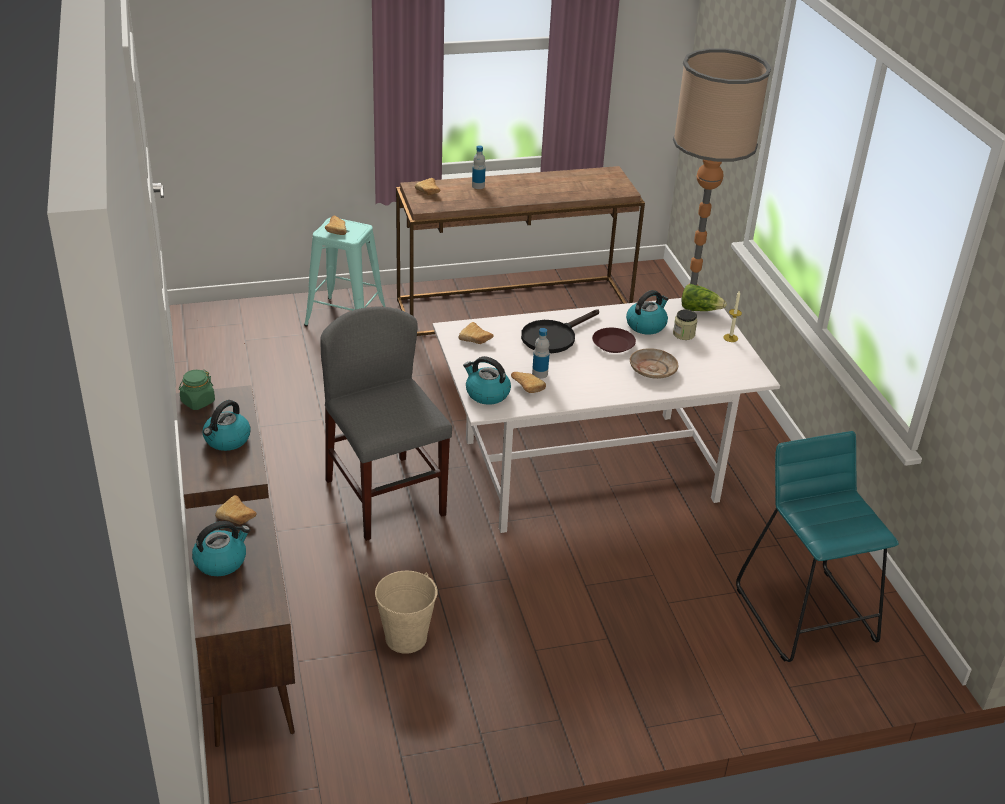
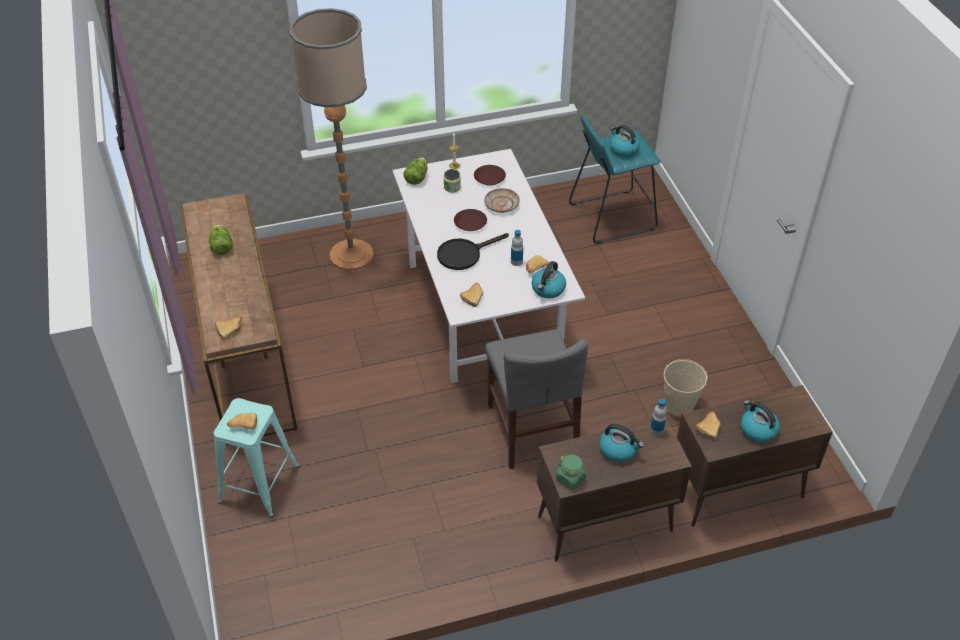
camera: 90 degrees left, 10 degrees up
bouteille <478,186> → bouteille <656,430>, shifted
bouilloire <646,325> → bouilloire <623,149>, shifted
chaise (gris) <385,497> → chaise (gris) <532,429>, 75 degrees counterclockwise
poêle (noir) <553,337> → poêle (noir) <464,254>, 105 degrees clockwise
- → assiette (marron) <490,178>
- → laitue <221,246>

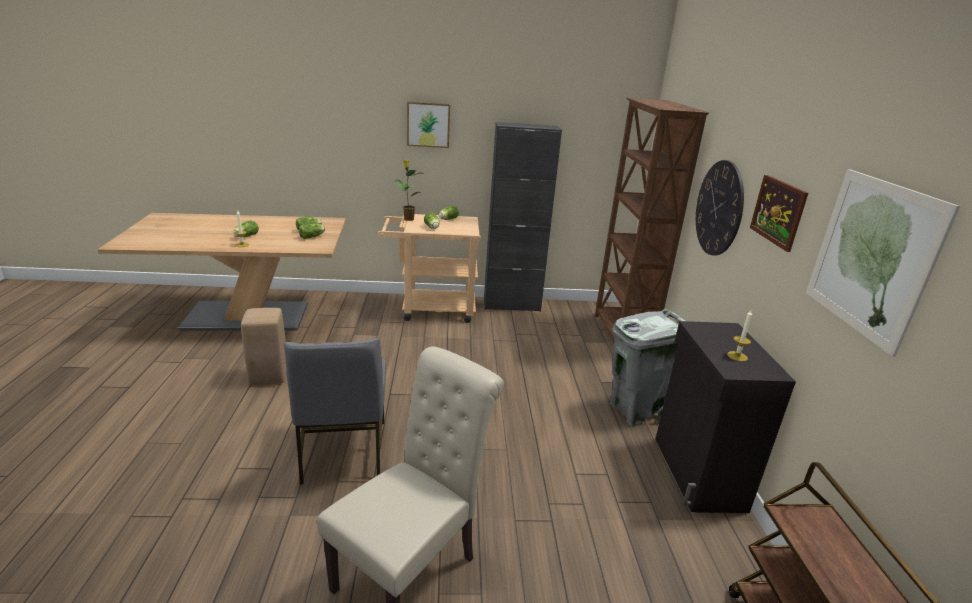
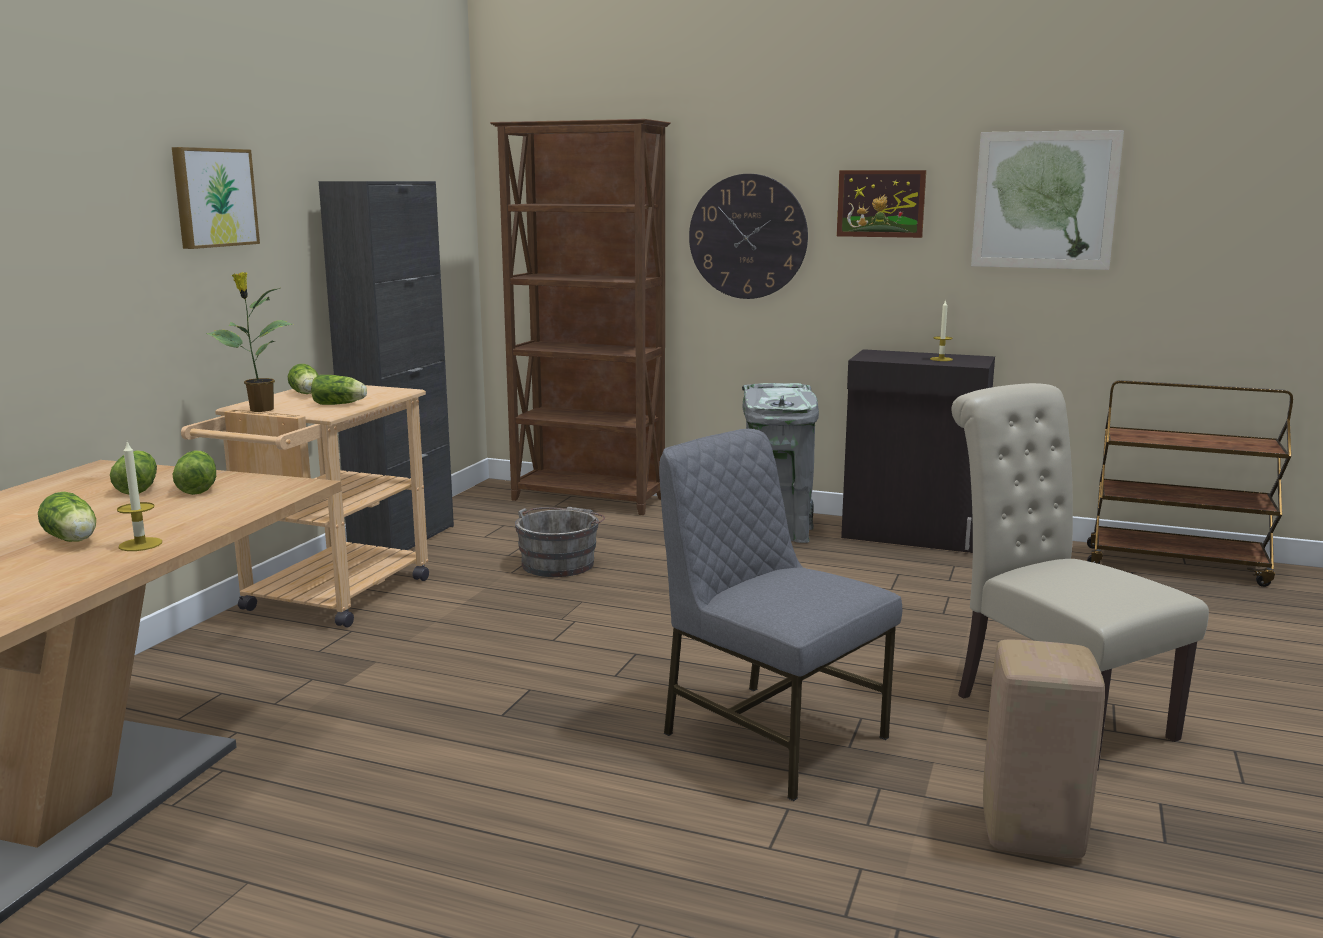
camera: 65 degrees left, 10 degrees down
tabouret (beige) <268,377> → tabouret (beige) <1033,834>, shifted
chaise (gris) <342,452> → chaise (gris) <770,735>, 150 degrees counterclockwise
- → seau (gris) <560,563>

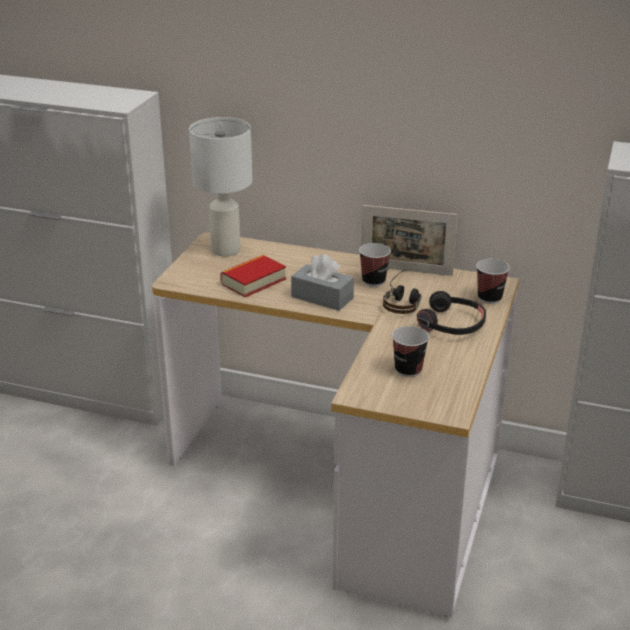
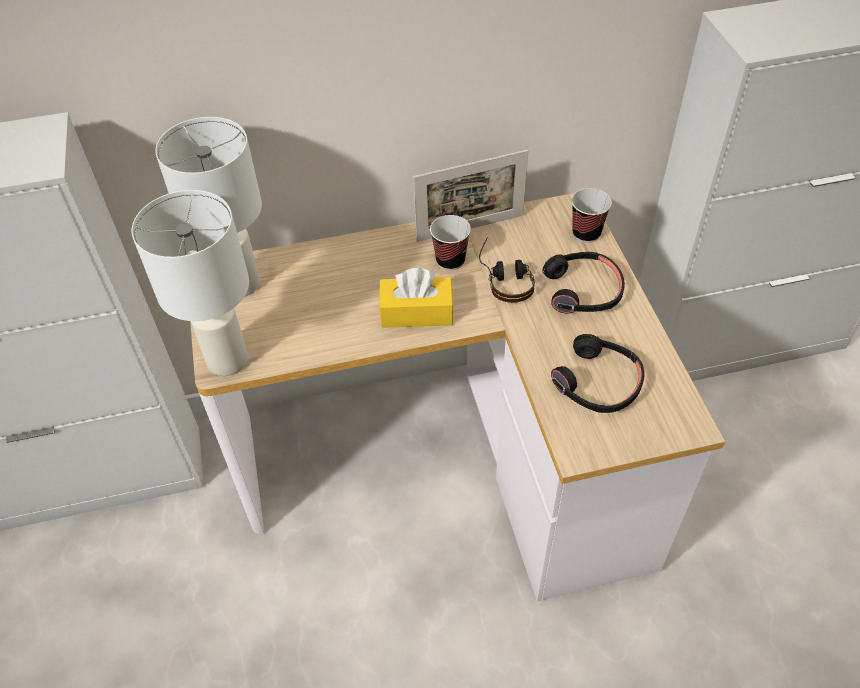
camera: 30 degrees left, 20 degrees up
boîte à mouchoirs (gris) <322,297> → boîte à mouchoirs (jaune) <416,312>
livre <253,281> → -
tasse <408,370> → casque audio (noir) <598,383>
- → lampe de table (blanc) <226,359>

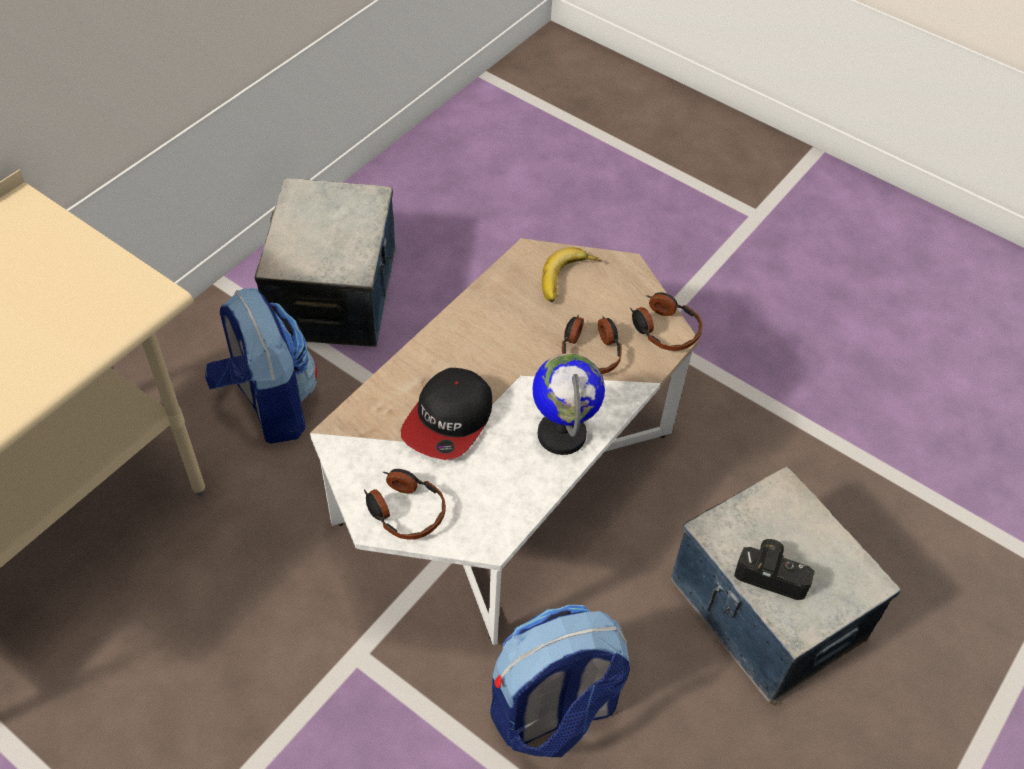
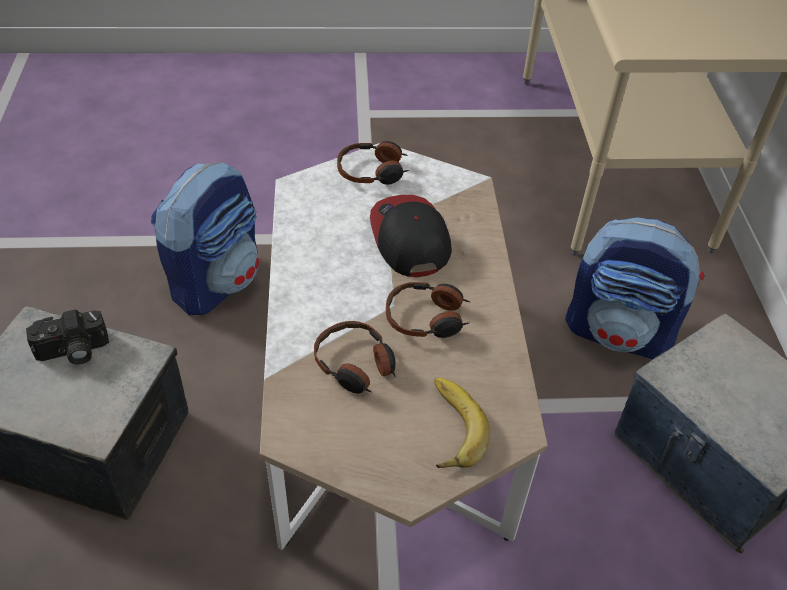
camera: 140 degrees right, 5 degrees down
casque audio <664,329> → casque audio <427,318>, shifted
globe <562,434> → -

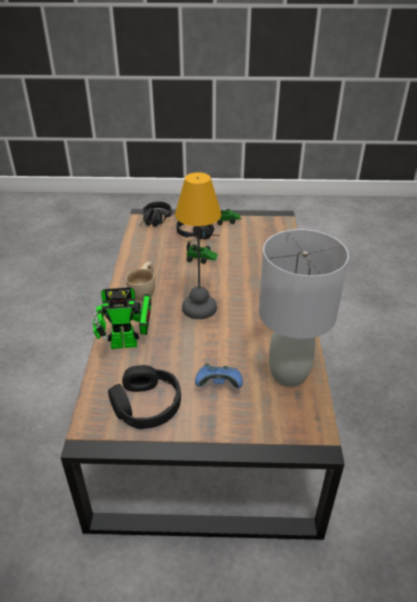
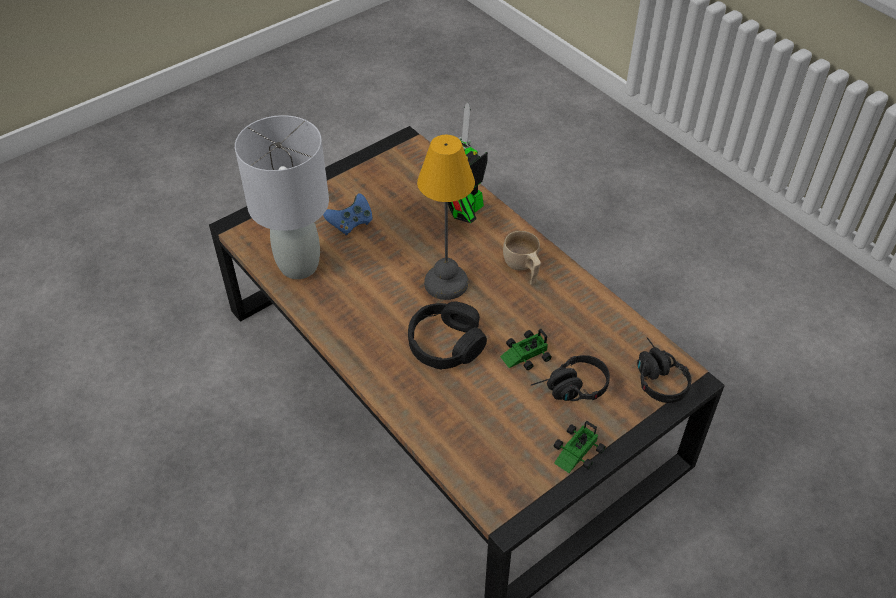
camera: 140 degrees right, 10 degrees up
casque audio (noir) <146,405> → casque audio (noir) <446,344>, shifted

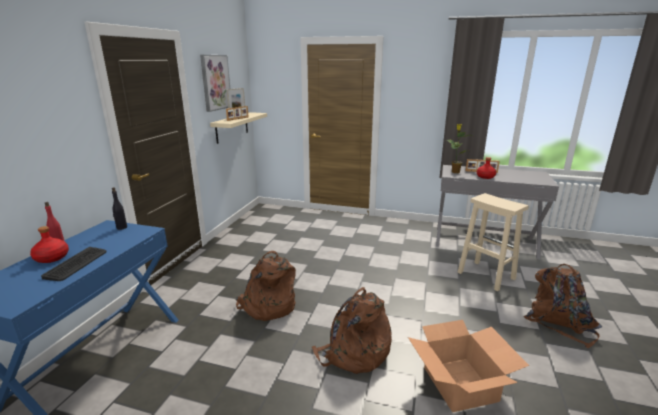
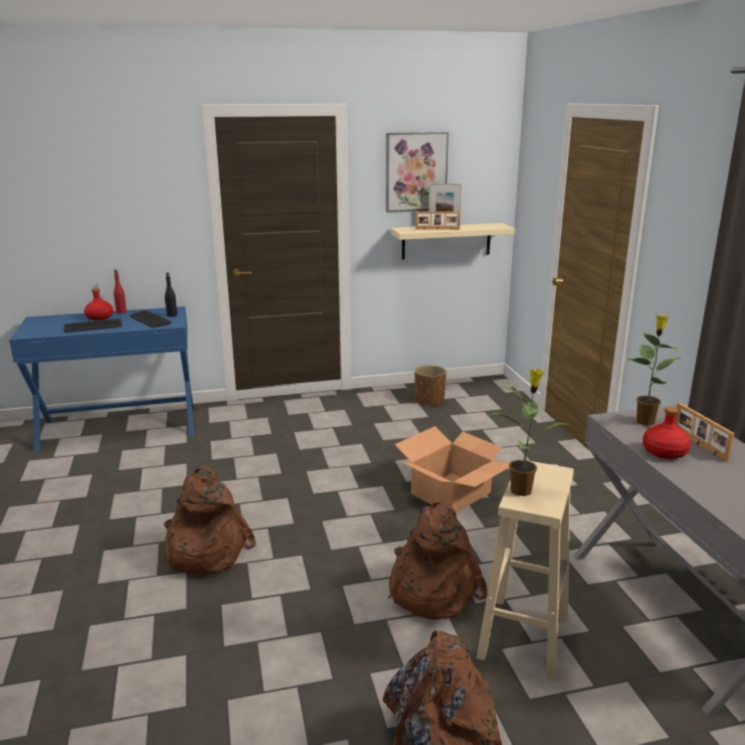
camera: 60 degrees right, 0 degrees up
sac à dos (marron) <268,306> → sac à dos (marron) <431,590>, shifted
carton <460,383> → carton <451,493>, shifted
- → clavier <149,320>
- → cache-pot (marron) <429,400>
- → plante en pot <522,490>

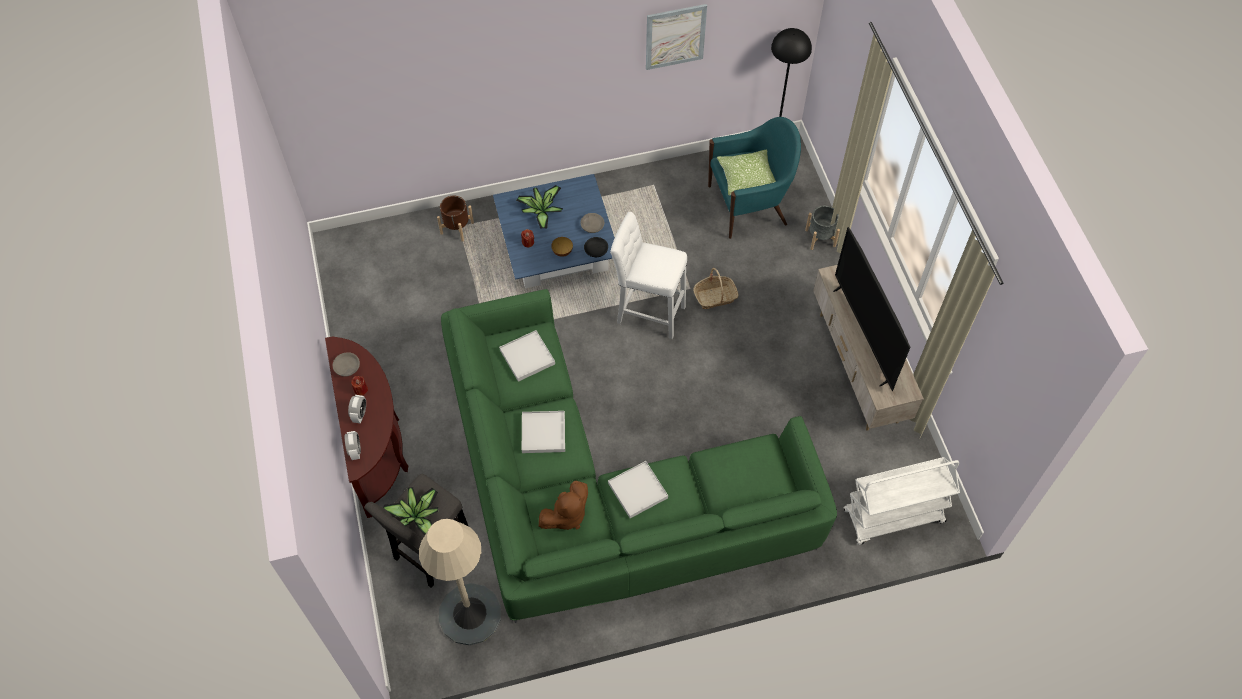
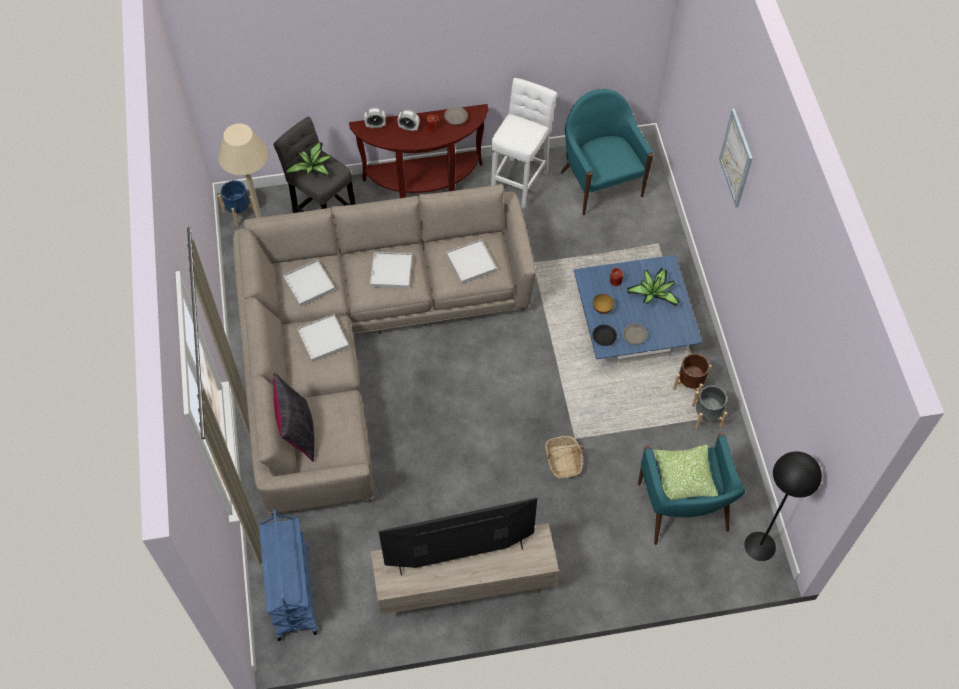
camera: 95 degrees right, 0 degrees up
tableau <675,36> → tableau <736,158>, shifted
cache-pot (marron) <457,228> → cache-pot (marron) <690,384>, shifted
cache-pot (gris) <820,238> → cache-pot (gris) <706,415>, shifted
tabouret (blanc) <647,312> → tabouret (blanc) <520,180>, shifted
canapé (vert) <602,492> → canapé (beige) <359,344>
chariot (blanc) <893,517> → chariot (bleu) <292,591>
peluche (marron) <566,516> → plateau (blanc) <309,284>
- → fauteuil (turquoise) <601,183>
- → cache-pot (bleu) <239,212>
- → coussin (noir) <298,431>

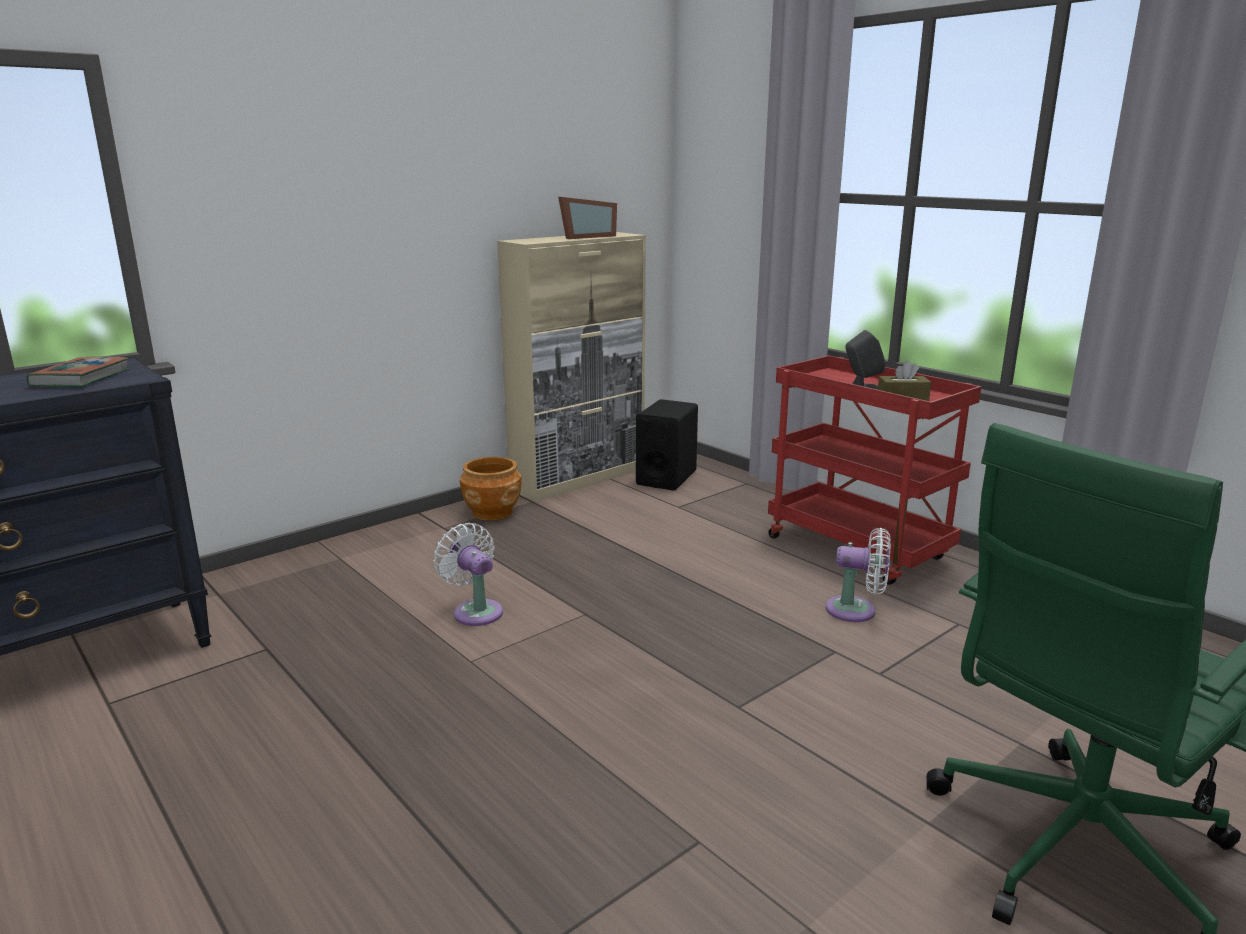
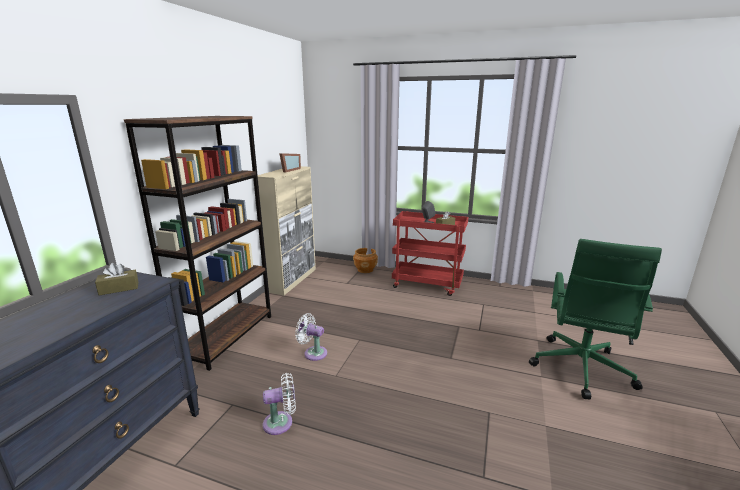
camera: 30 degrees left, 0 degrees up
livre <81,378> → boîte à mouchoirs (marron) <119,288>
enceinte (noir) <666,478> → -
cache-pot (marron) <493,512> → cache-pot (marron) <365,269>, shifted
ventilateur (blanc) <856,610> → ventilateur (blanc) <281,422>, shifted
- → bibliothèque (marron) <227,336>

